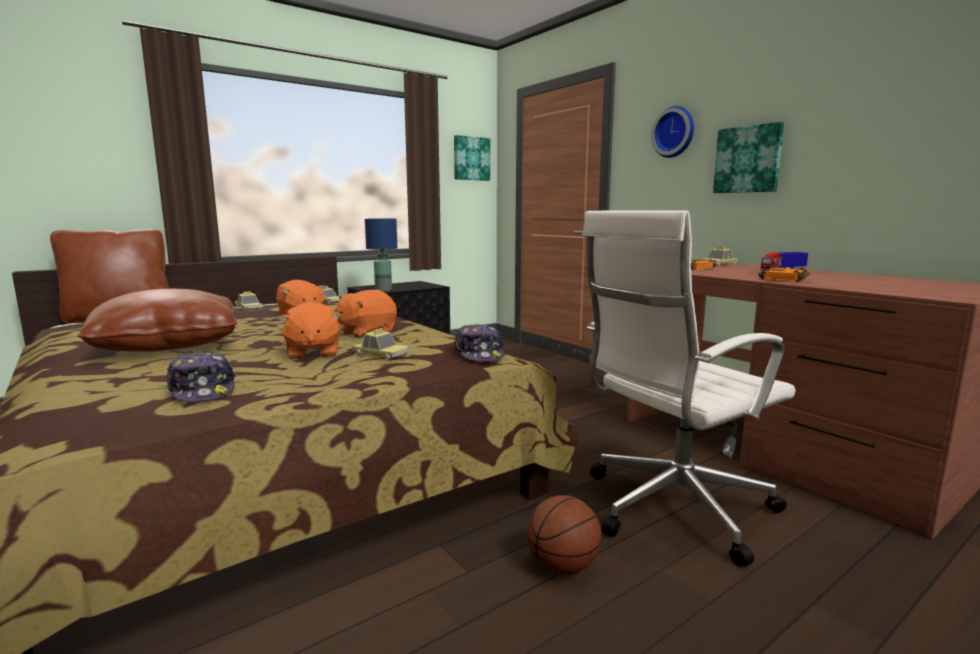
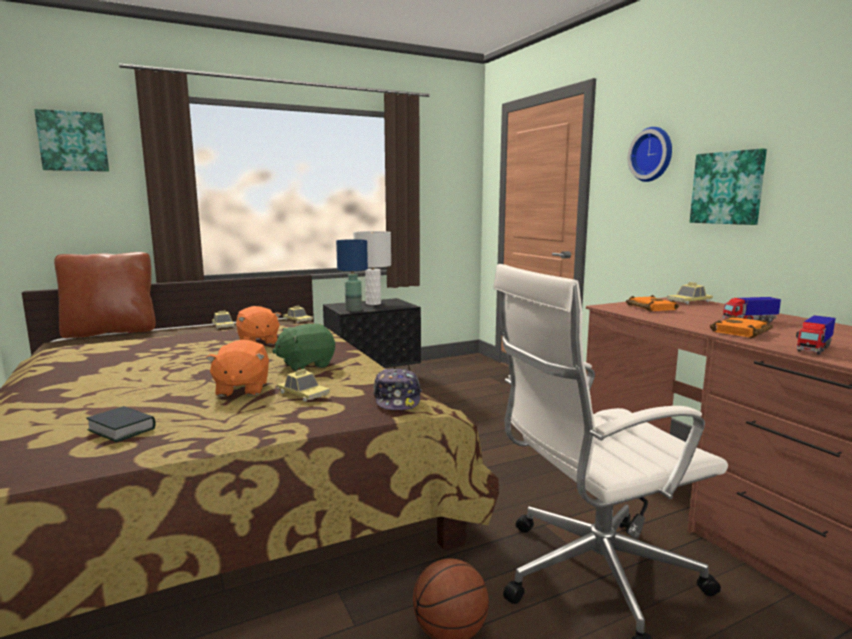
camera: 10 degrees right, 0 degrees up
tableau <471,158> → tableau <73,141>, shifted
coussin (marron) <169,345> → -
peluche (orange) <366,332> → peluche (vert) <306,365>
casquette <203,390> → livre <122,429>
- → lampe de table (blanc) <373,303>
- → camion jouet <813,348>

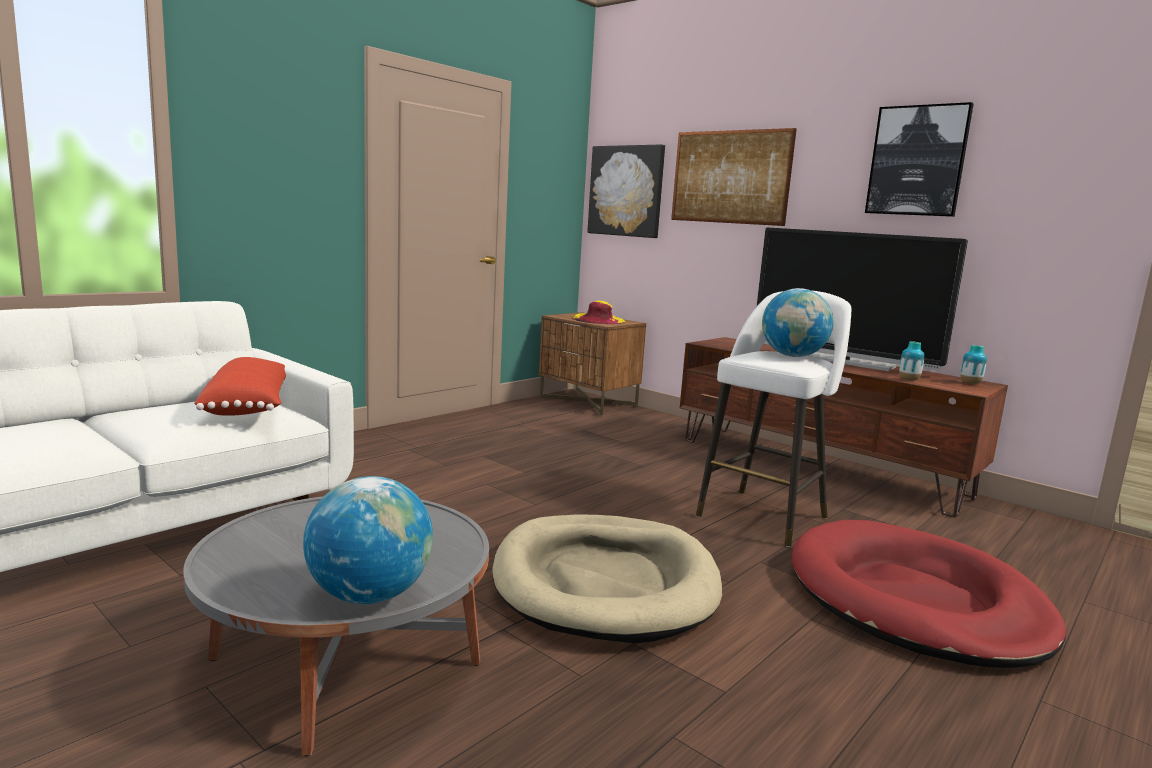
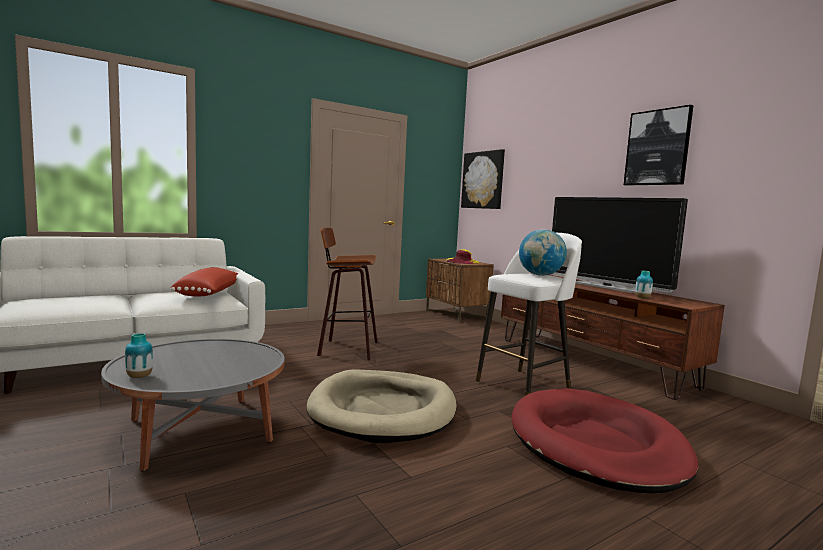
camera: 15 degrees right, 5 degrees down
tableau <730,177> → -
vase <970,383> → vase <139,377>, shifted
globe <369,595> → -
- → tabouret <346,349>

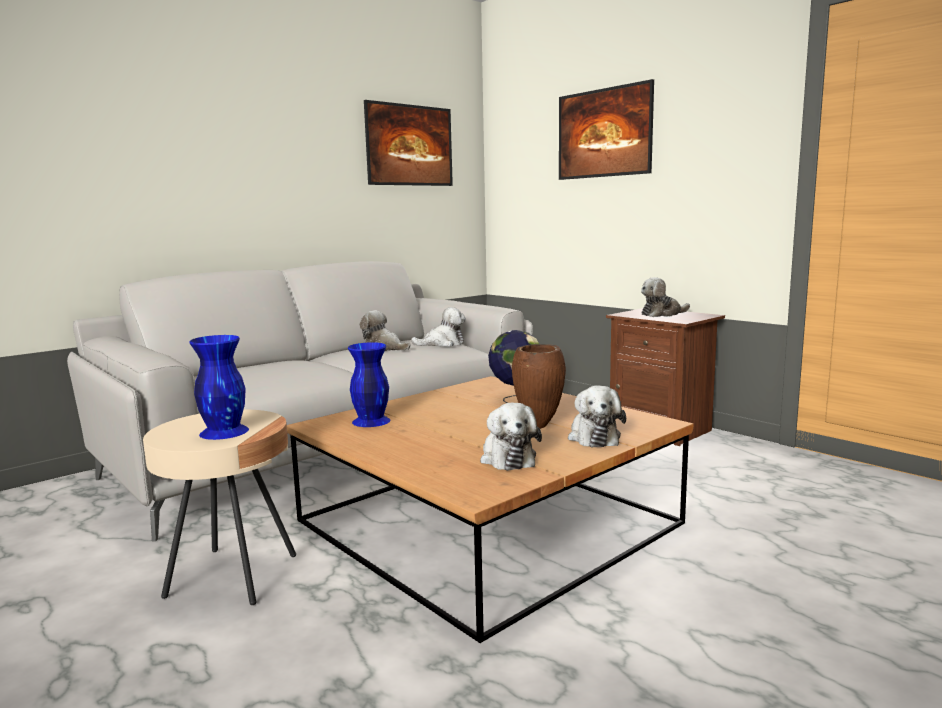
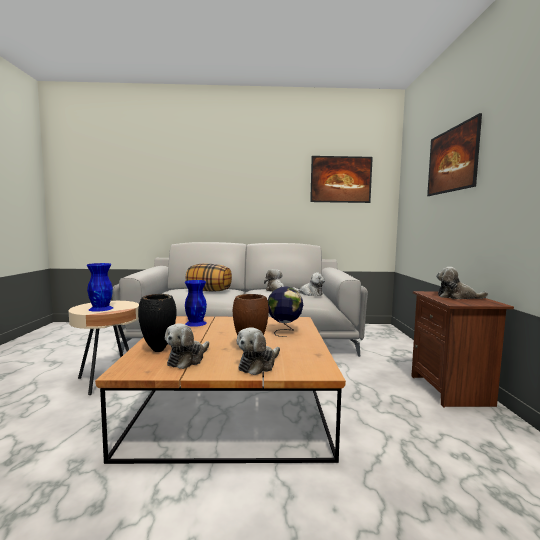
camera: 40 degrees right, 5 degrees down
- → coussin <209,291>
- → vase (noir) <159,350>

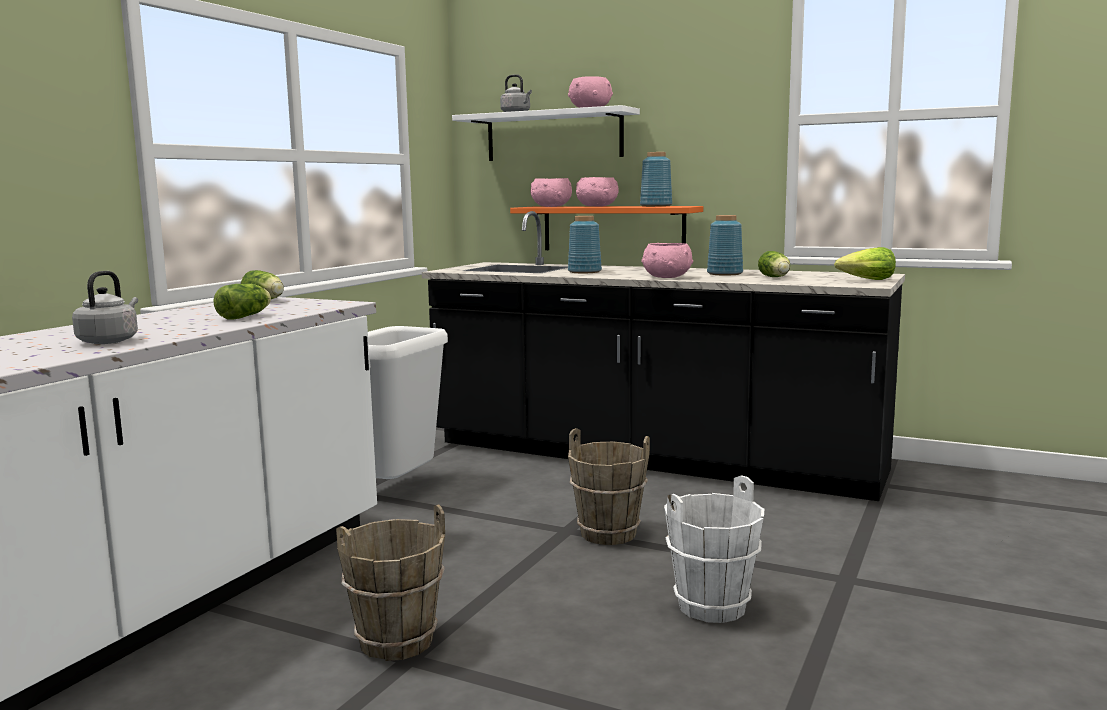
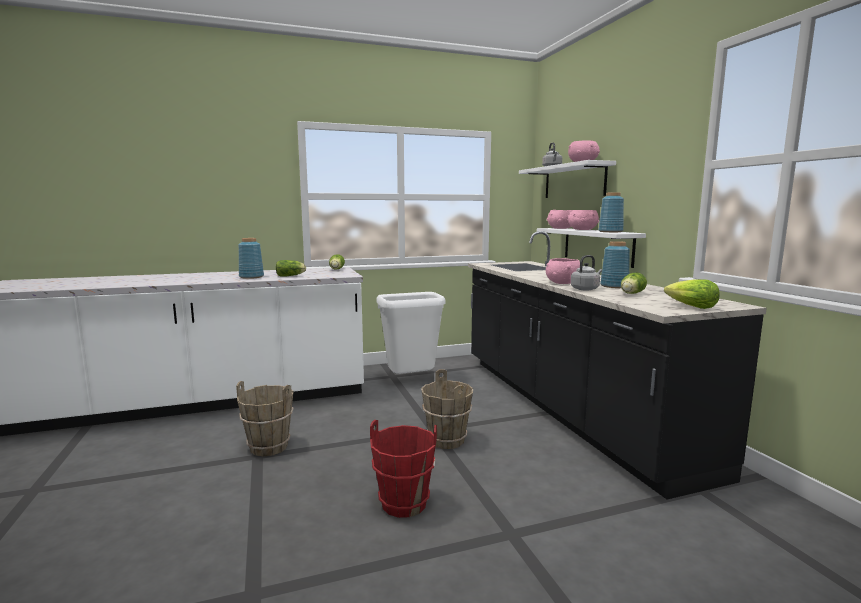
camera: 45 degrees right, 0 degrees up
étagère (orange) <613,229> → étagère (blanc) <597,246>
vase (bleu) <585,272> → vase (bleu) <251,277>, shifted
bouilloire (gris) <110,341> → bouilloire (gris) <585,289>, shifted
seau (blanc) <713,607> → seau (rouge) <404,504>

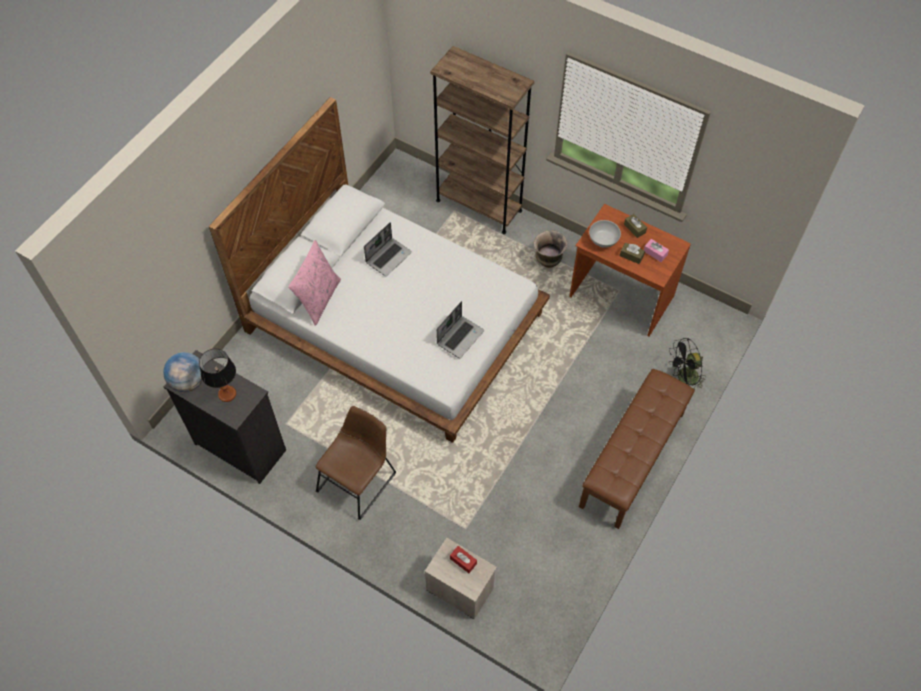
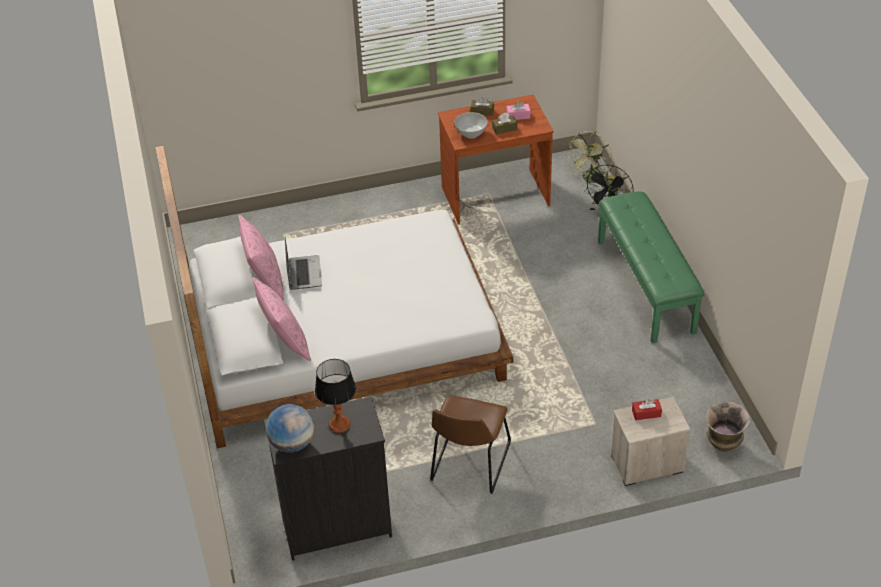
camera: 45 degrees left, 15 degrees down
bibliothèque (marron) <478,205> → -
vase <548,262> → vase <723,445>, shifted
ordinateur portable <460,337> → -
banc (marron) <633,460> → banc (vert) <646,286>
chaise (marron) <358,479> → chaise (marron) <469,464>, 150 degrees counterclockwise
- → ventilateur (vert) <591,179>
- → coussin (rose) <265,281>

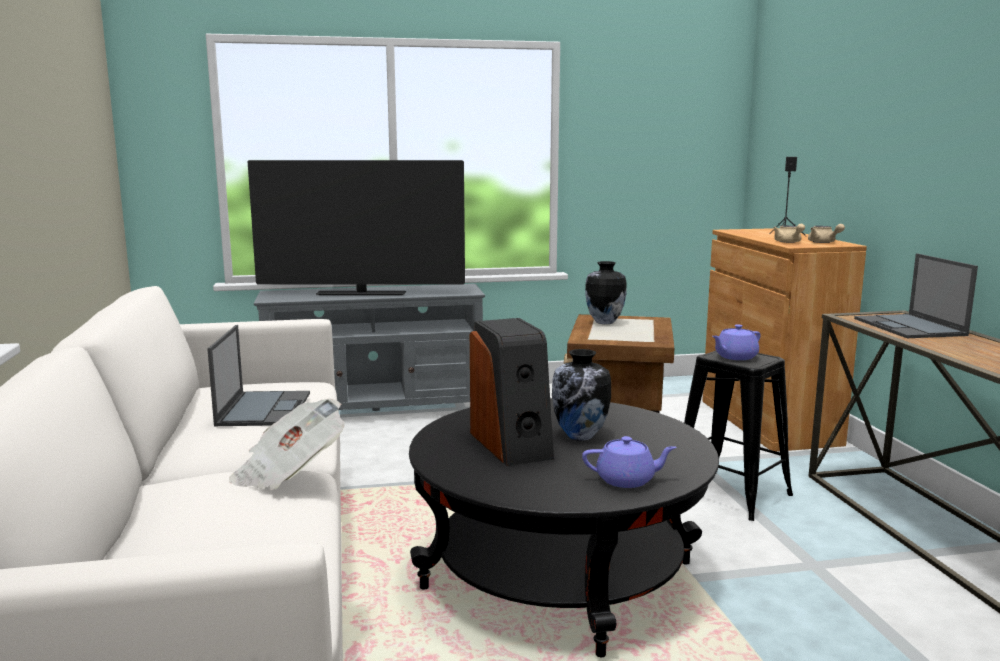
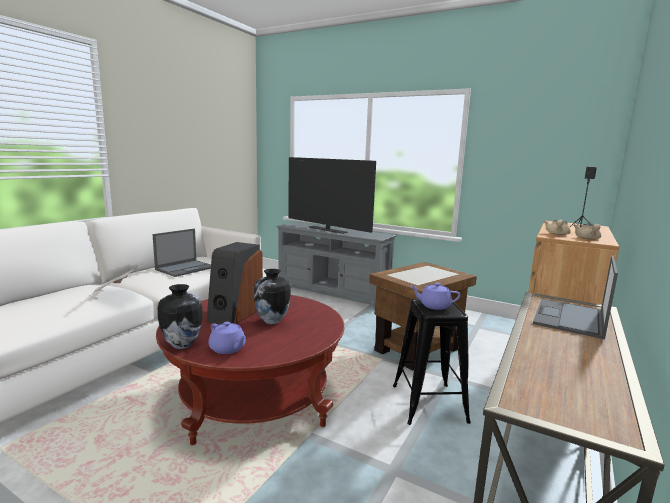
camera: 40 degrees right, 0 degrees up
vase <604,322> → vase <182,345>, shifted
table basse (noir) <559,575> → table basse (rouge) <255,398>

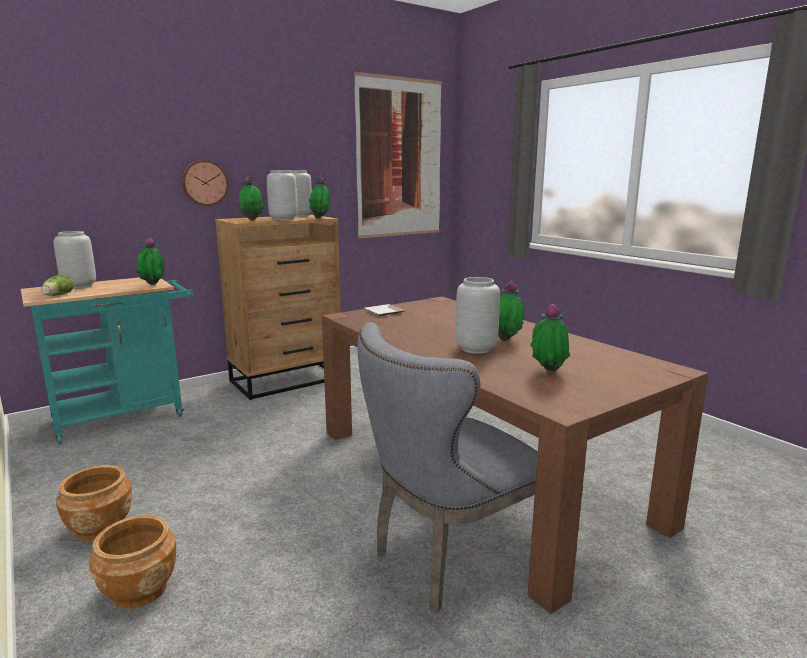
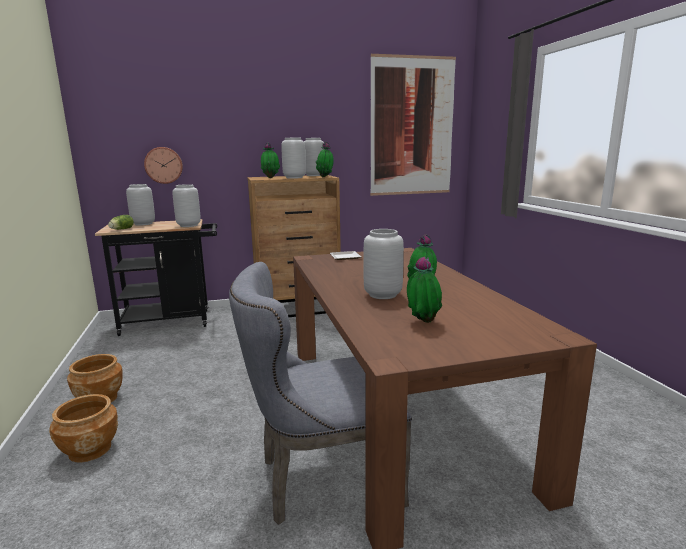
camera: 20 degrees right, 0 degrees up
horloge murale <204,183> → horloge murale <164,165>, shifted
plante en pot <152,285> → vase (gris) <188,225>
chariot (turquoise) <127,415> → chariot (noir) <172,321>

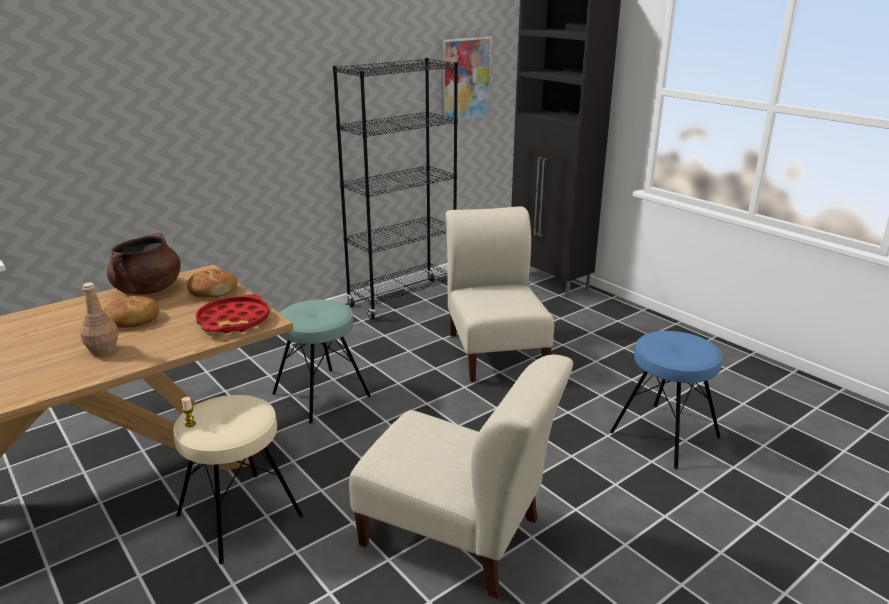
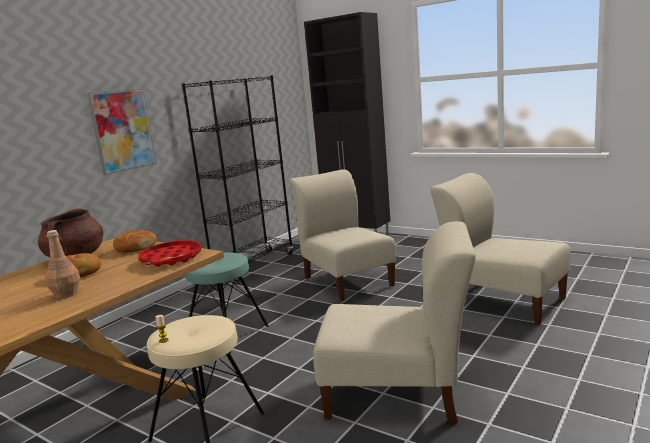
camera: 15 degrees left, 10 degrees down
tableau <465,79> → tableau <122,130>, shifted
tabouret (bleu) <665,435> → chaise (beige) <501,300>

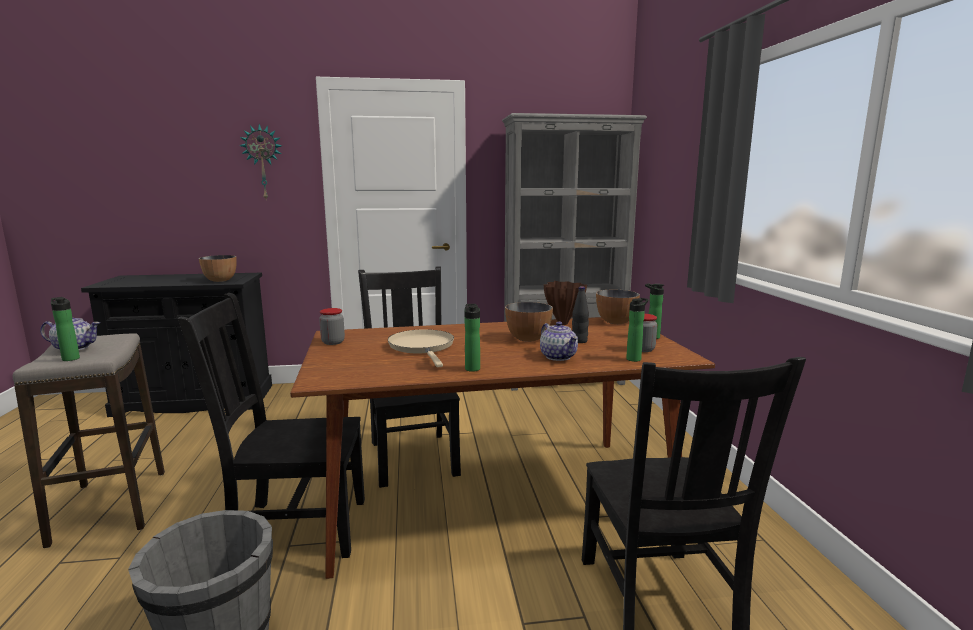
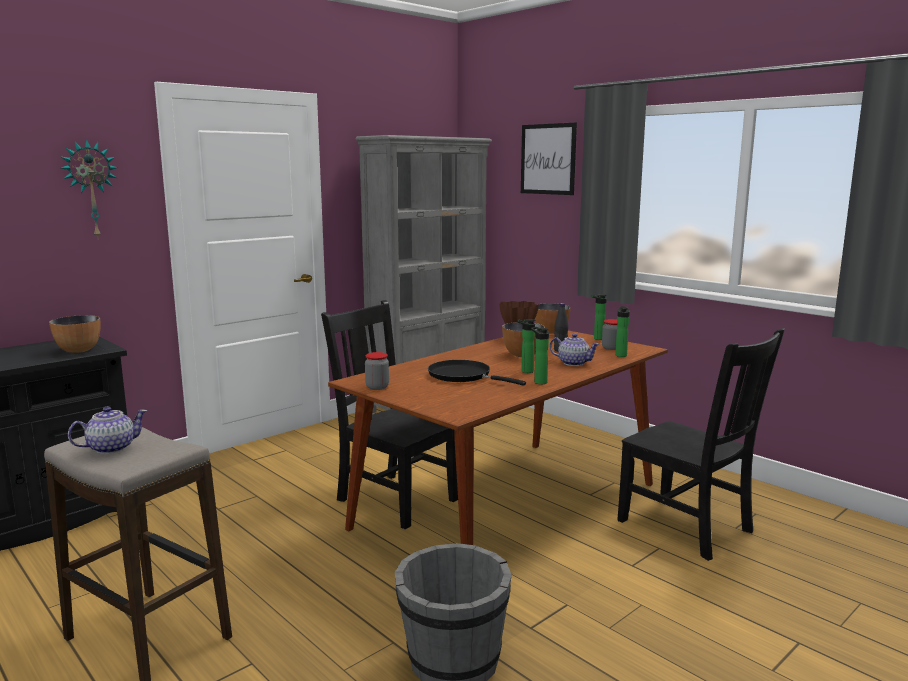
camera: 35 degrees left, 0 degrees up
chaise (noir) <294,528> → -
bouteille <70,358> → bouteille <525,371>, shifted
poêle (beige) <422,347> → poêle (noir) <463,376>
- → tableau <548,159>

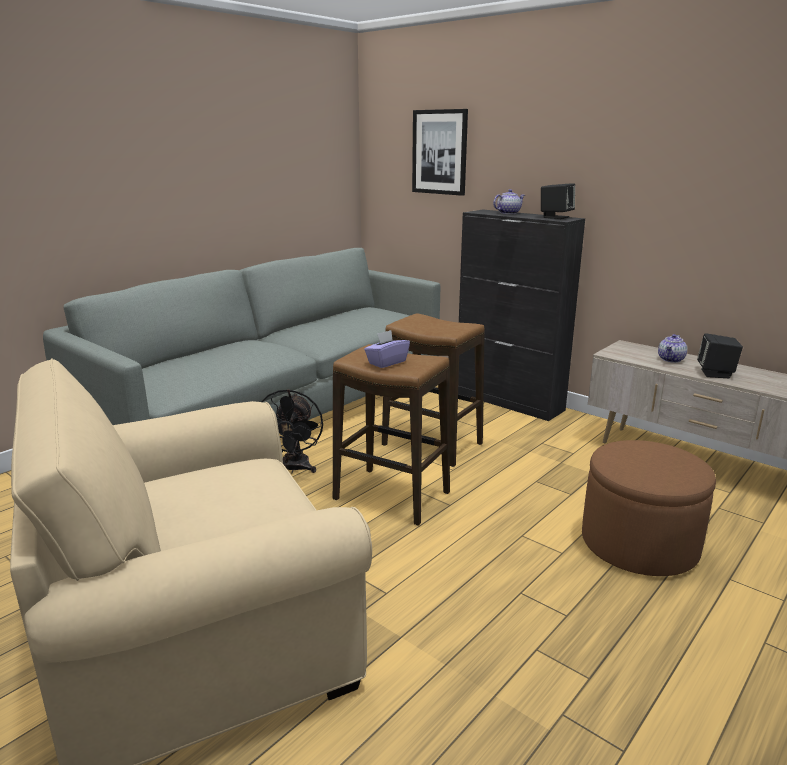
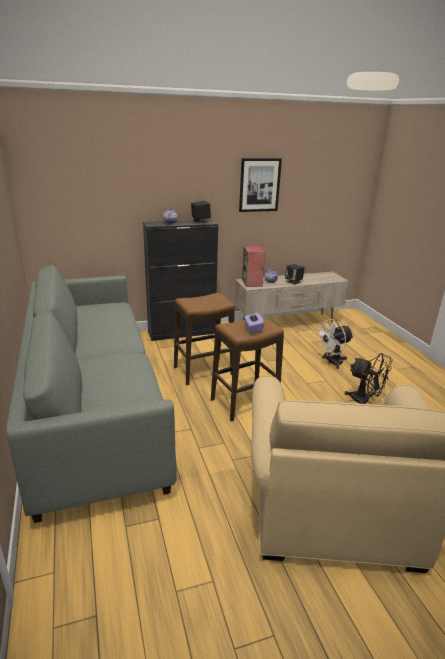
camera: 60 degrees left, 5 degrees up
tableau <439,152> → tableau <259,185>, shifted
ventilateur (noir) <293,469> → ventilateur (noir) <365,401>, shifted
pouf (marron) <639,544> → ventilateur (blanc) <331,362>
- → enceinte <252,283>

